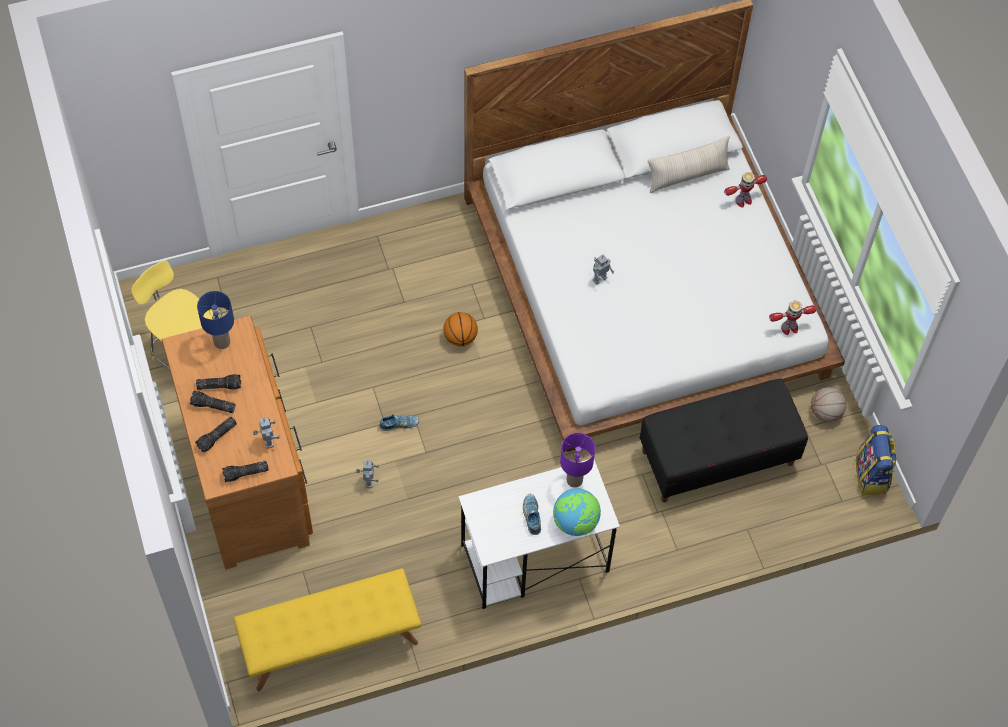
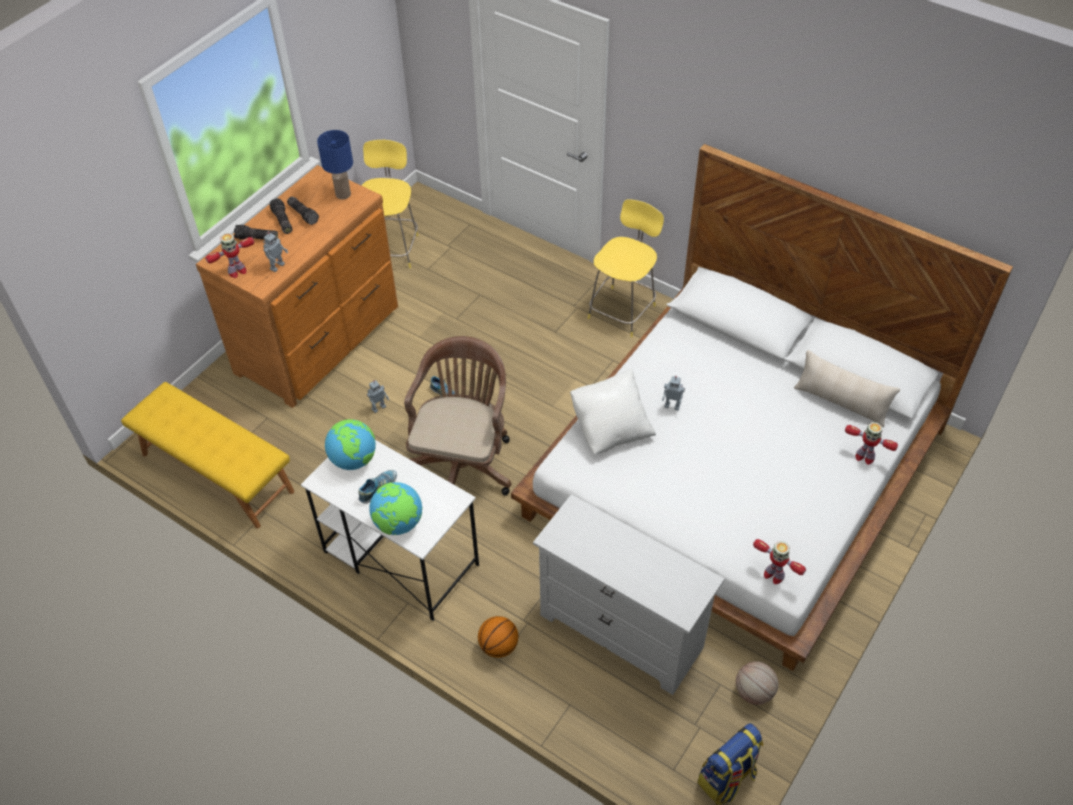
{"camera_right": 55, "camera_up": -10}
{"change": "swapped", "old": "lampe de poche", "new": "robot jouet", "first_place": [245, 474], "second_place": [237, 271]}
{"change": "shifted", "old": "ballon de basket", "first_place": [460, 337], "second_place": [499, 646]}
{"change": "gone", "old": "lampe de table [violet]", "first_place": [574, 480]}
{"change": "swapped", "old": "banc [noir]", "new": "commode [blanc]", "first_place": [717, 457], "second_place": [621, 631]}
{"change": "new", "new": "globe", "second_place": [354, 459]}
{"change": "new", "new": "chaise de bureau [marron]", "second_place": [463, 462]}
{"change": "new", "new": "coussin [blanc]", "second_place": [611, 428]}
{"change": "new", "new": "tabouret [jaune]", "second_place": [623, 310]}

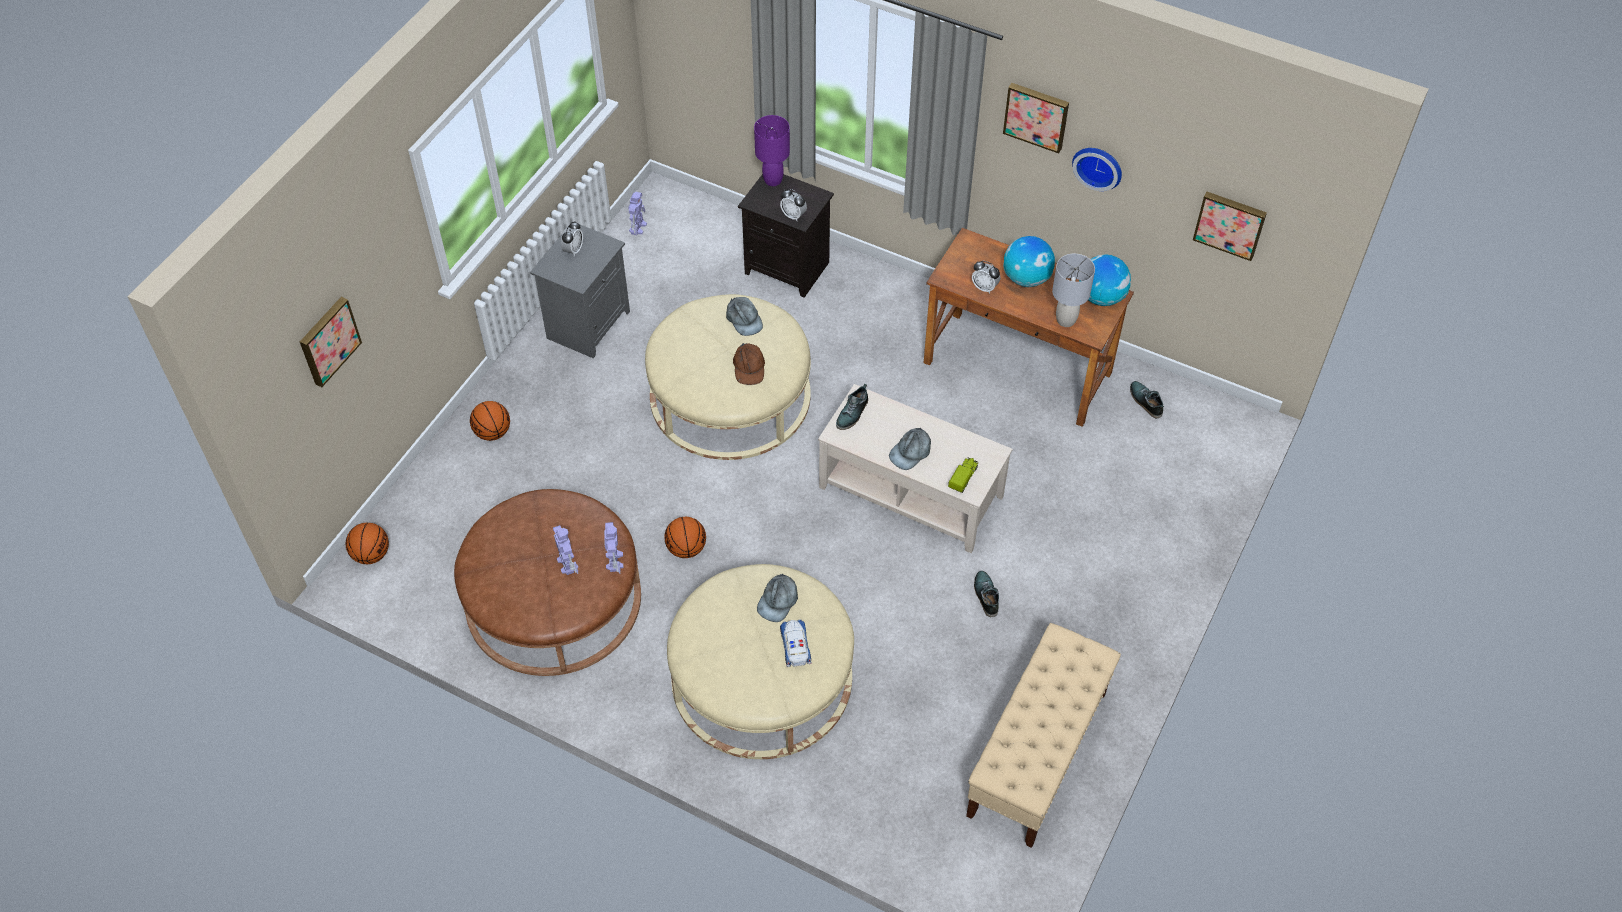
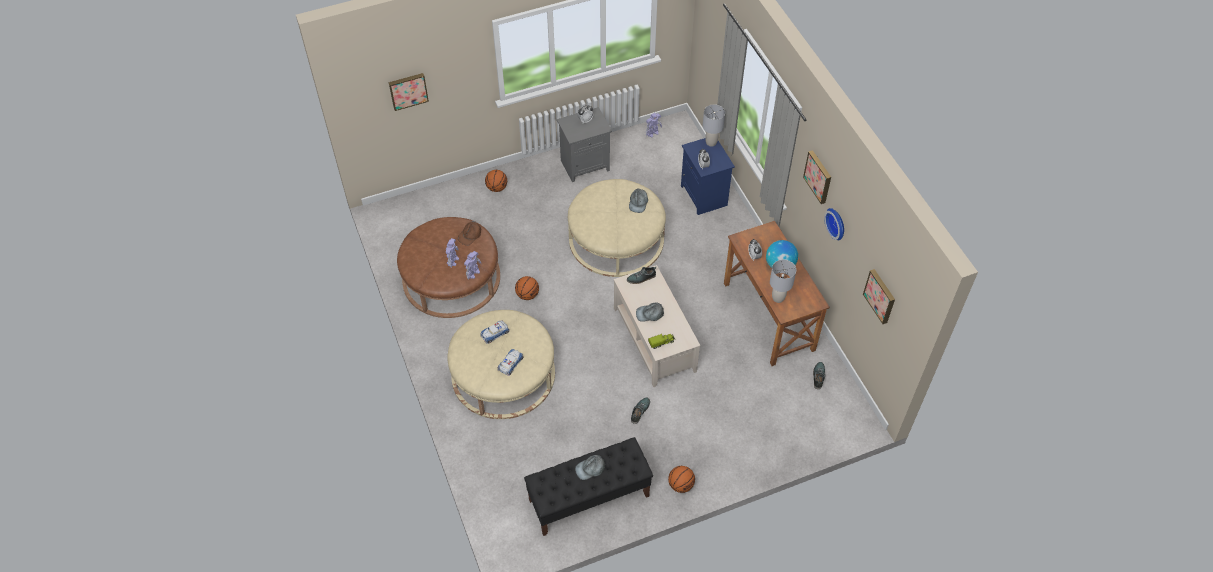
{"camera_right": 40, "camera_up": 0}
{"change": "shifted", "old": "ballon de basket", "first_place": [371, 554], "second_place": [681, 485]}
{"change": "shifted", "old": "casquette [marron]", "first_place": [749, 367], "second_place": [470, 235]}
{"change": "repainted", "old": "table de chevet [noir]", "new": "table de chevet [bleu]", "first_place": [788, 267], "second_place": [705, 196]}
{"change": "repainted", "old": "lampe de table [violet]", "new": "lampe de table [gris]", "first_place": [772, 180], "second_place": [711, 142]}
{"change": "shifted", "old": "casquette [gris]", "first_place": [778, 600], "second_place": [590, 468]}
{"change": "repainted", "old": "banc [beige]", "new": "banc [noir]", "first_place": [1037, 754], "second_place": [588, 498]}
{"change": "gone", "old": "globe", "first_place": [1101, 297]}
{"change": "new", "new": "petite voiture", "second_place": [495, 333]}

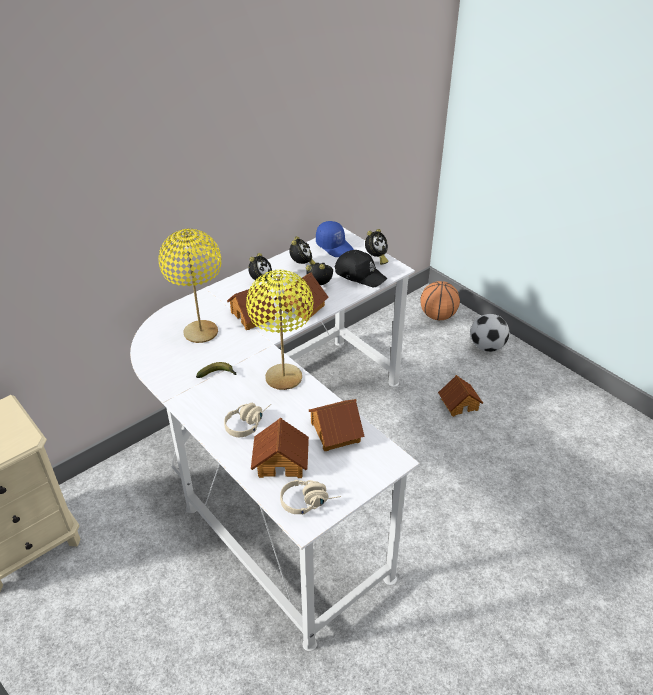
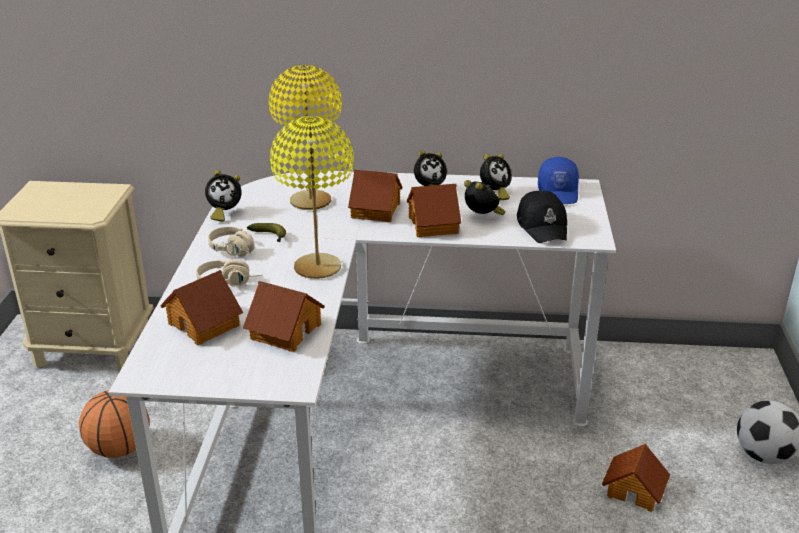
{"camera_right": 45, "camera_up": -10}
{"change": "shifted", "old": "casque audio [beige]", "first_place": [310, 501], "second_place": [237, 251]}
{"change": "shifted", "old": "réveil", "first_place": [376, 258], "second_place": [224, 213]}
{"change": "shifted", "old": "ballon de basket", "first_place": [438, 316], "second_place": [119, 449]}

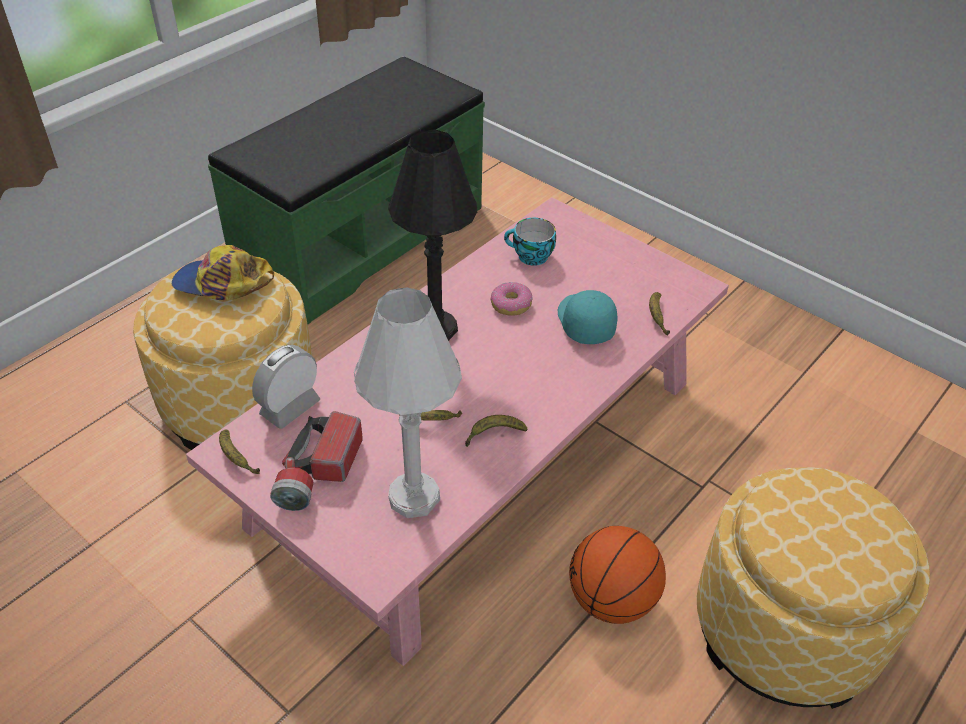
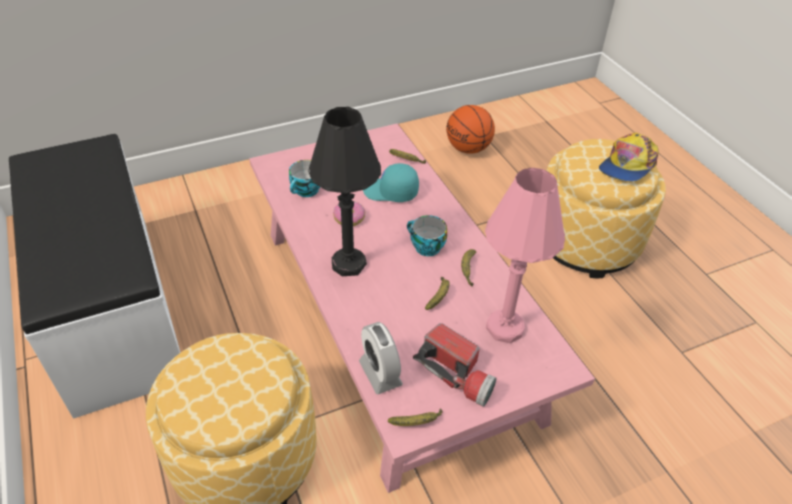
{"camera_right": -65, "camera_up": 0}
{"change": "shifted", "old": "casquette", "first_place": [222, 284], "second_place": [627, 165]}
{"change": "repainted", "old": "banc [vert]", "new": "banc [blanc]", "first_place": [360, 239], "second_place": [112, 310]}
{"change": "repainted", "old": "lampe de table [blanc]", "new": "lampe de table [rose]", "first_place": [414, 497], "second_place": [504, 328]}
{"change": "shifted", "old": "ballon de basket", "first_place": [611, 600], "second_place": [468, 149]}
{"change": "new", "new": "tasse", "second_place": [425, 247]}

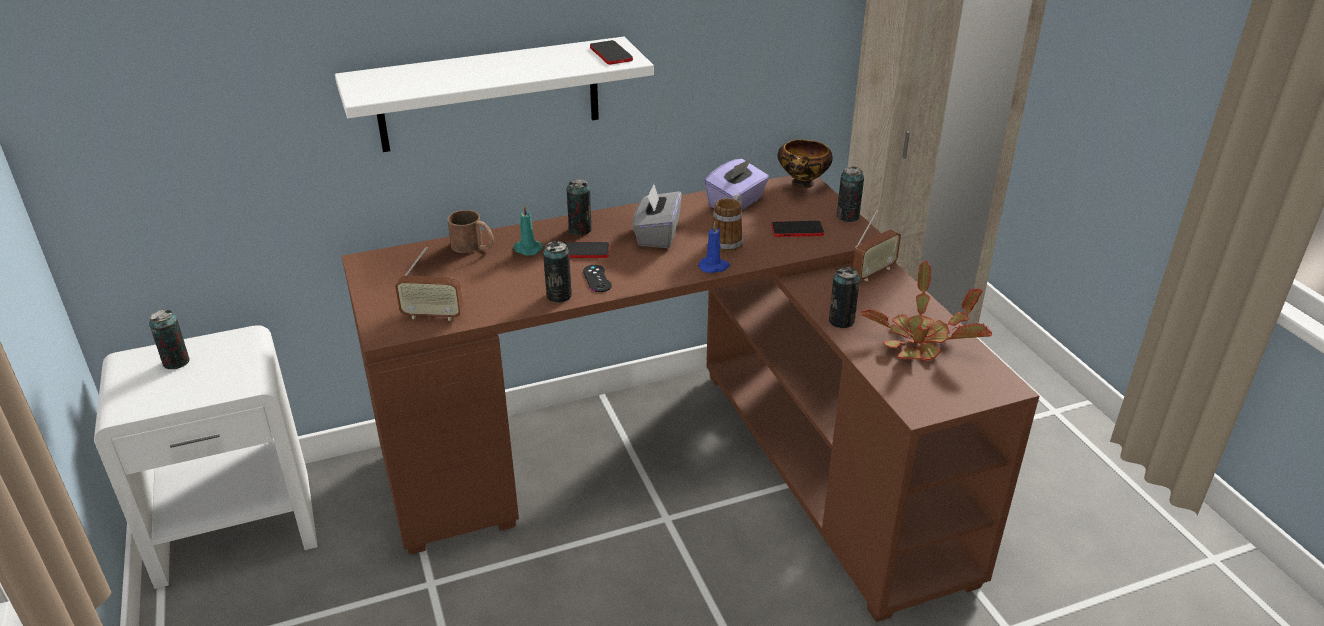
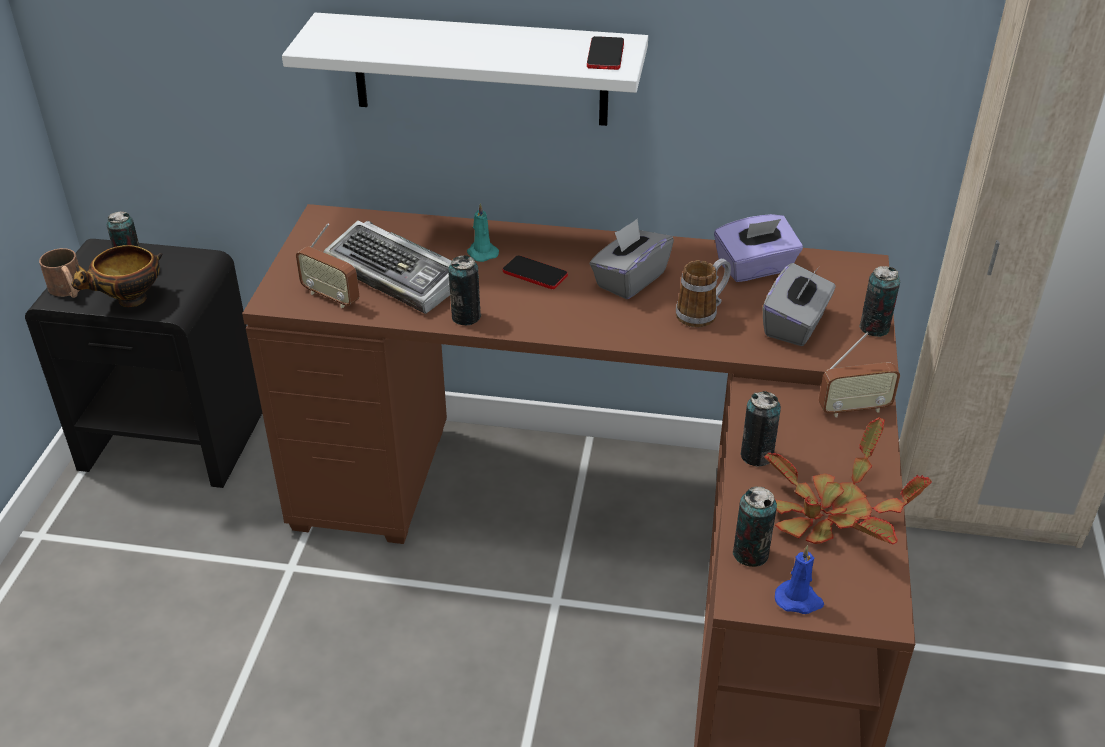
{"camera_right": 30, "camera_up": 5}
{"change": "repainted", "old": "table de chevet [blanc]", "new": "table de chevet [noir]", "first_place": [237, 526], "second_place": [174, 440]}
{"change": "shifted", "old": "mug [marron]", "first_place": [474, 246], "second_place": [69, 290]}
{"change": "shifted", "old": "boîte métallique", "first_place": [580, 230], "second_place": [750, 554]}
{"change": "gone", "old": "manette [noir]", "first_place": [597, 279]}
{"change": "shifted", "old": "bougie [bleu]", "first_place": [714, 267], "second_place": [799, 600]}
{"change": "swapped", "old": "téléphone", "new": "boîte à mouchoirs [gris]", "first_place": [797, 230], "second_place": [795, 325]}
{"change": "shifted", "old": "bol", "first_place": [803, 184], "second_place": [129, 301]}
{"change": "new", "new": "clavier", "second_place": [398, 275]}

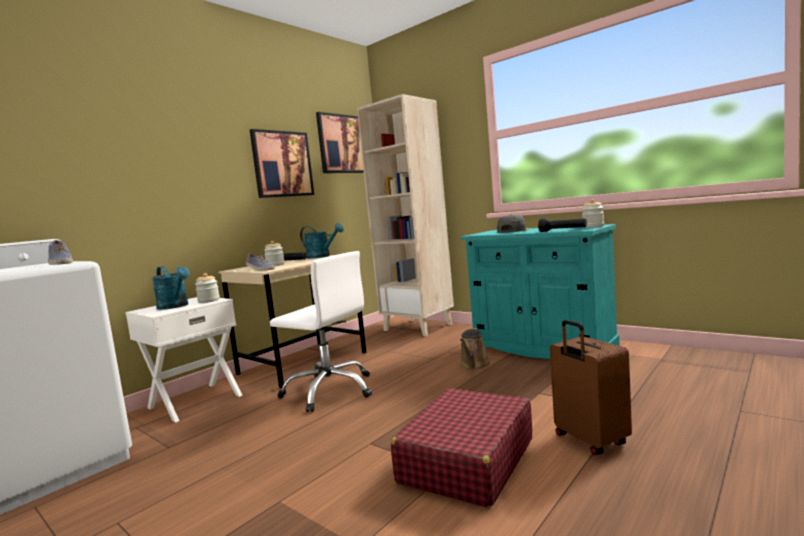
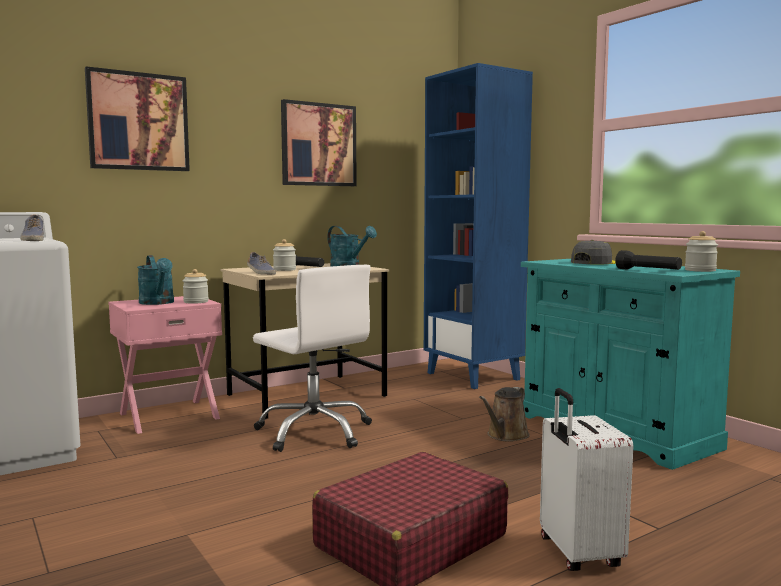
{"camera_right": 15, "camera_up": 0}
{"change": "repainted", "old": "table de chevet [blanc]", "new": "table de chevet [rose]", "first_place": [194, 401], "second_place": [168, 415]}
{"change": "shifted", "old": "tableau", "first_place": [341, 144], "second_place": [138, 122]}
{"change": "repainted", "old": "bibliothèque [beige]", "new": "bibliothèque [bleu]", "first_place": [418, 327], "second_place": [474, 376]}
{"change": "repainted", "old": "valise [marron]", "new": "valise [blanc]", "first_place": [589, 441], "second_place": [577, 554]}

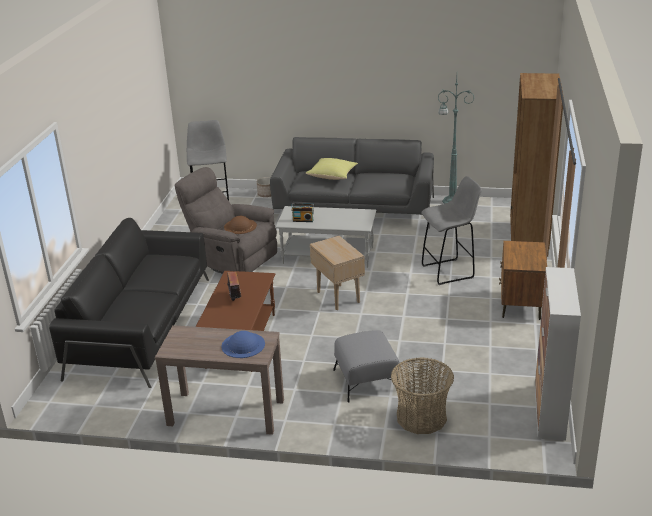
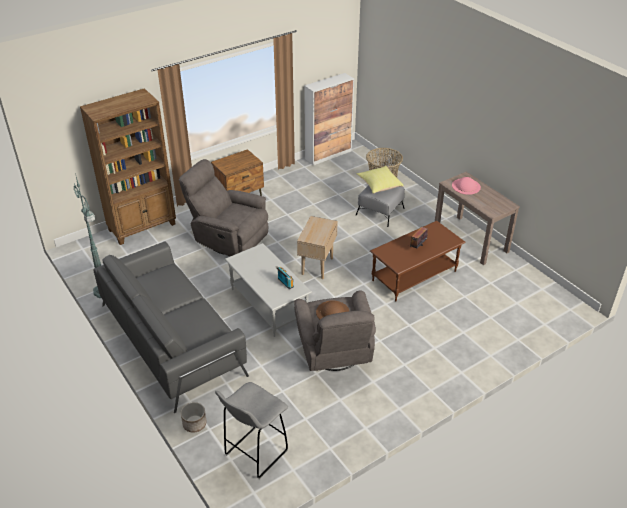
{"camera_right": -135, "camera_up": 10}
{"change": "gone", "old": "canapé [noir]", "first_place": [141, 326]}
{"change": "repainted", "old": "chapeau [bleu]", "new": "chapeau [rose]", "first_place": [243, 345], "second_place": [466, 186]}
{"change": "shifted", "old": "coussin [jaune]", "first_place": [333, 176], "second_place": [379, 186]}
{"change": "swapped", "old": "tabouret [gris]", "new": "fauteuil [gris]", "first_place": [449, 271], "second_place": [228, 238]}

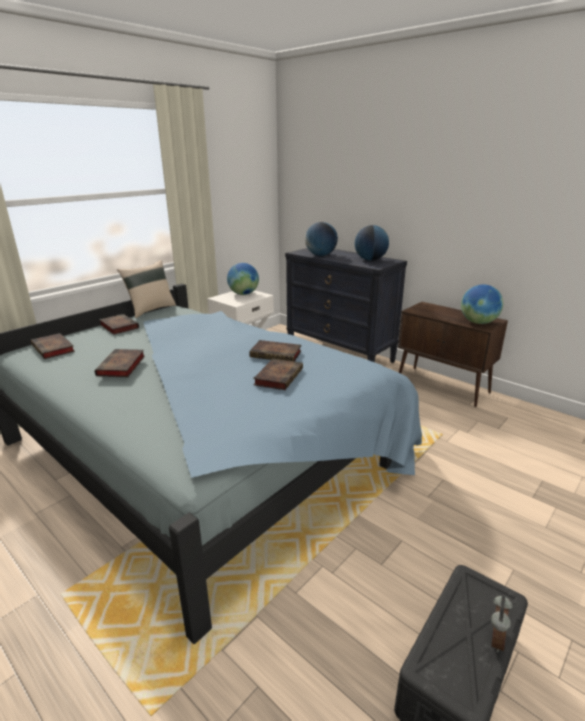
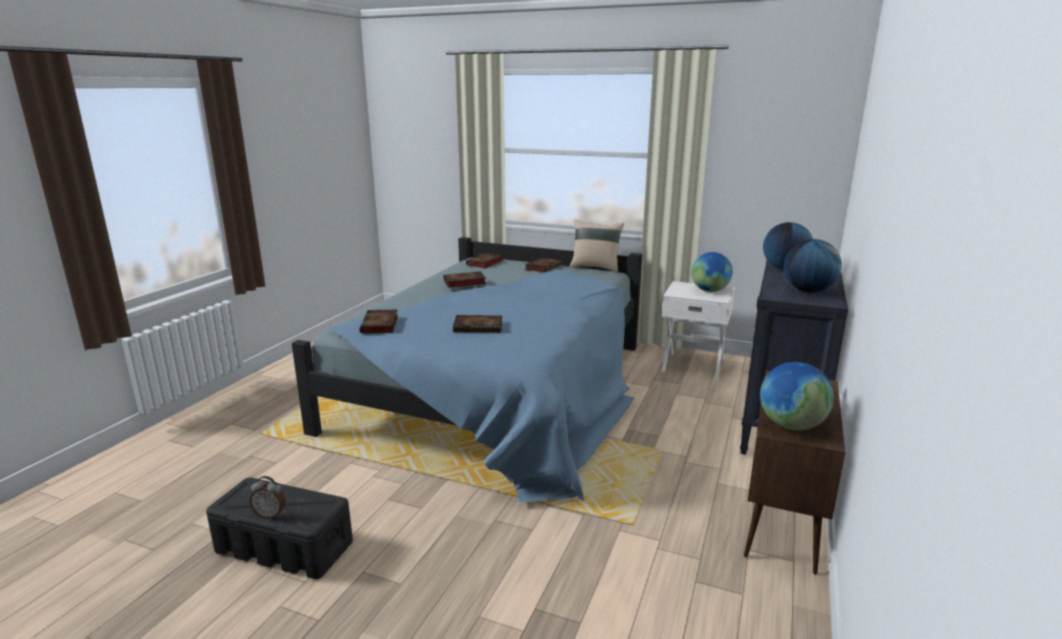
{"camera_right": 70, "camera_up": -5}
{"change": "shifted", "old": "livre", "first_place": [277, 354], "second_place": [380, 325]}

